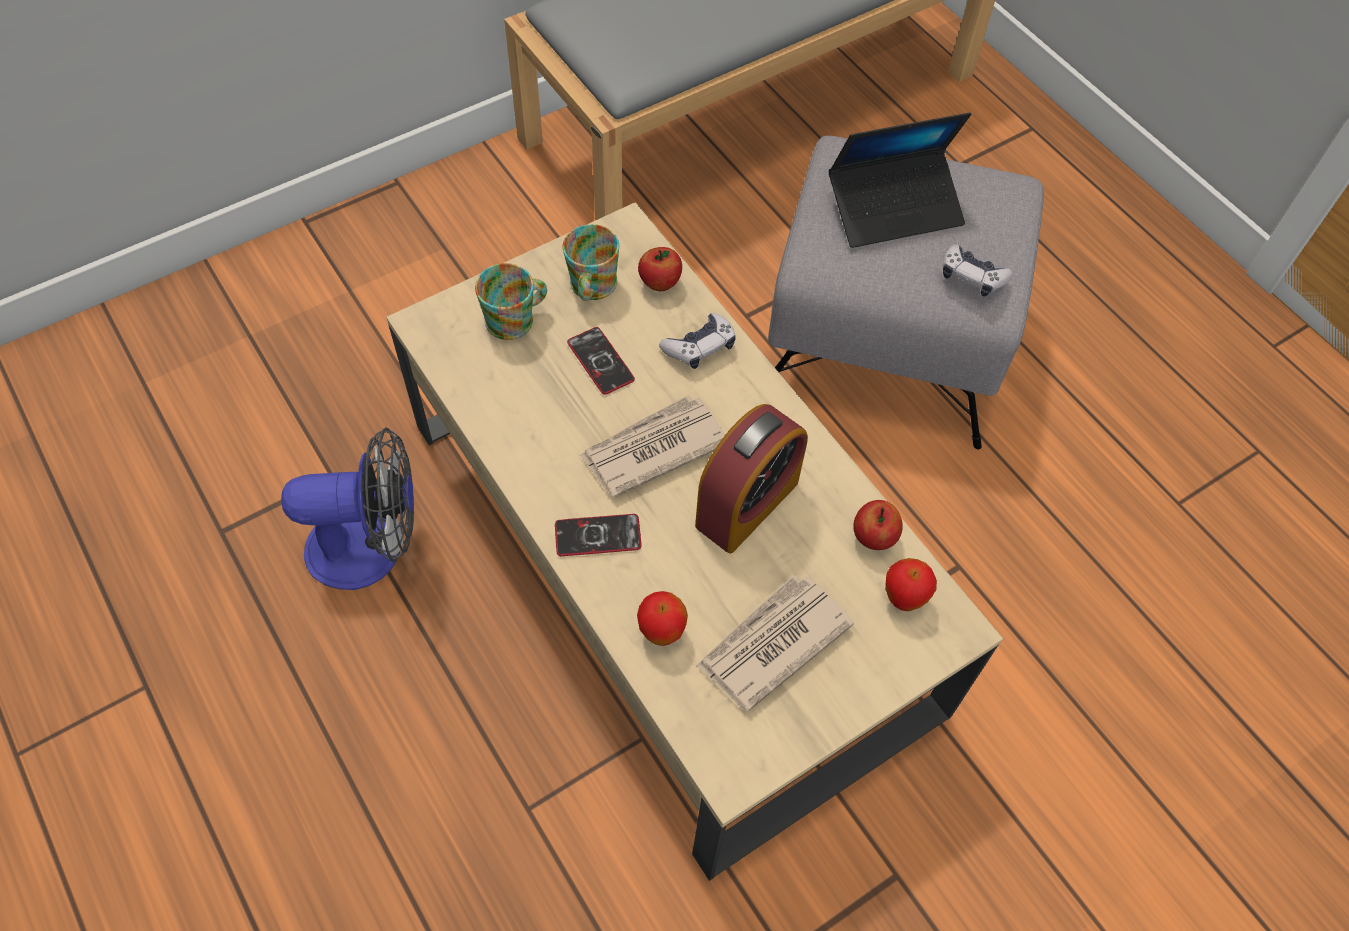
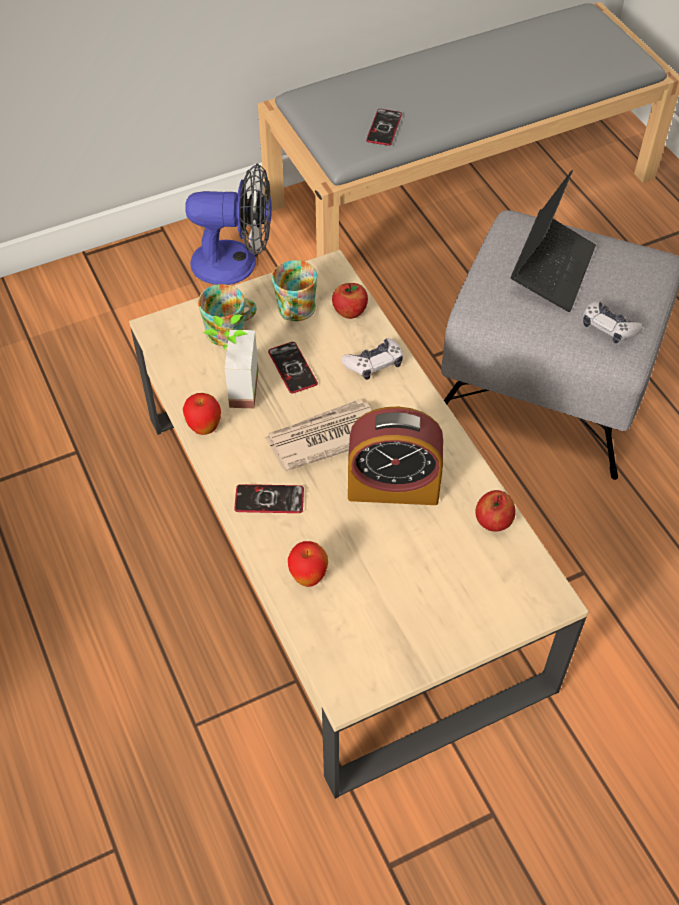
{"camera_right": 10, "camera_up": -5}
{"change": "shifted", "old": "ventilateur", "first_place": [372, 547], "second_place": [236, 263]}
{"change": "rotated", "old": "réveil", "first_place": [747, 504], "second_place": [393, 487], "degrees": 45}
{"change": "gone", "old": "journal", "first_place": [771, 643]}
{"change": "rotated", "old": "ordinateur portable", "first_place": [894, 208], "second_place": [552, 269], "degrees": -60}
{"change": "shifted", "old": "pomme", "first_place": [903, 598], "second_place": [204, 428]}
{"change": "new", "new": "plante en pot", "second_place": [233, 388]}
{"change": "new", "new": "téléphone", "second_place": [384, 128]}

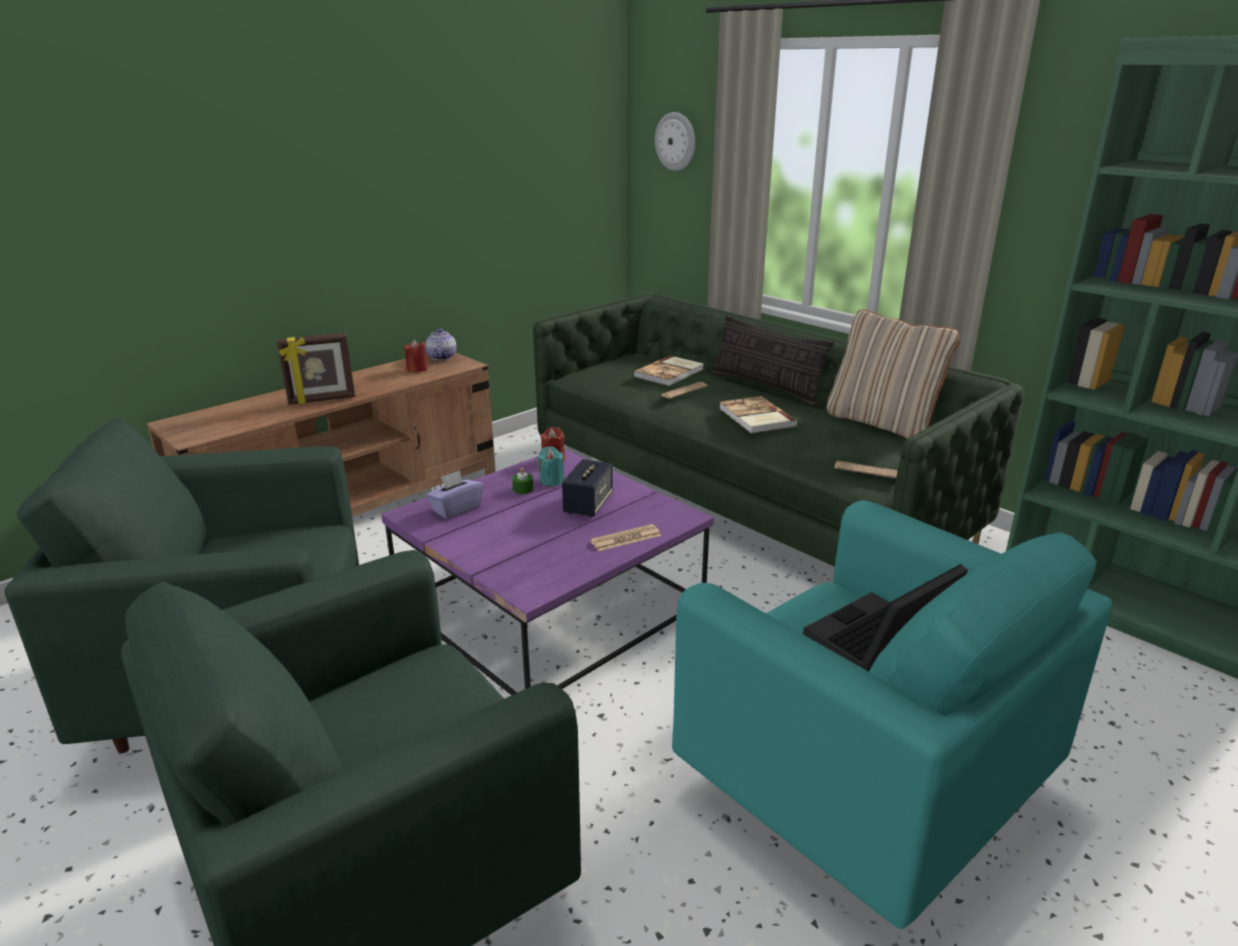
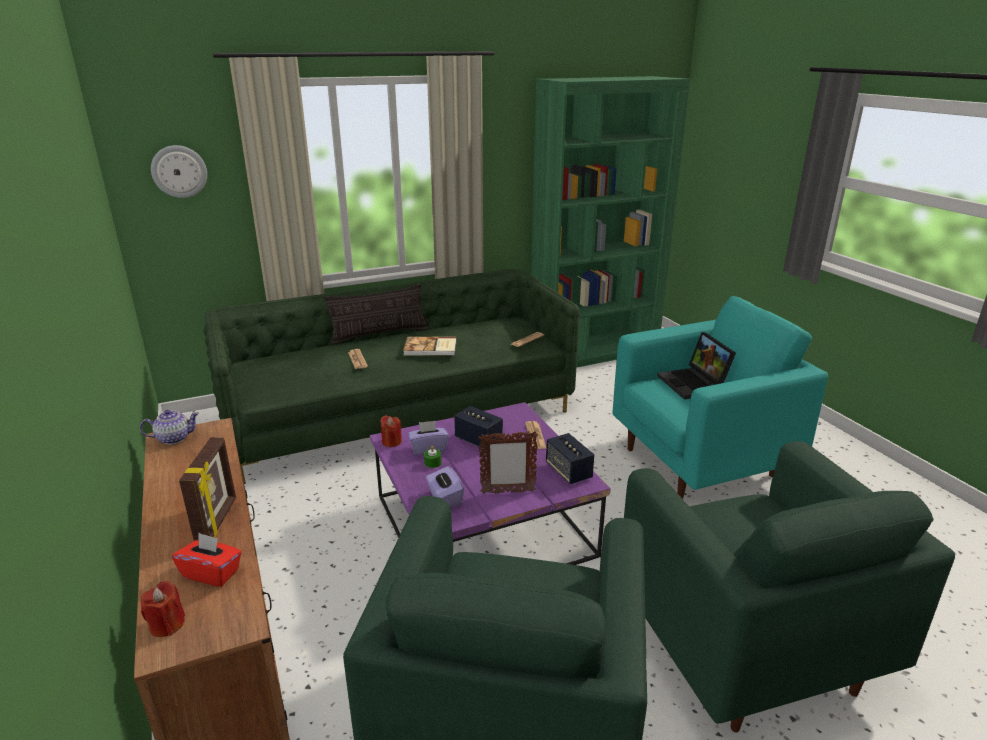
{"camera_right": -70, "camera_up": 0}
{"change": "shifted", "old": "bougie [rouge]", "first_place": [417, 369], "second_place": [167, 624]}
{"change": "rotated", "old": "théière", "first_place": [441, 357], "second_place": [173, 438], "degrees": 150}
{"change": "swapped", "old": "bougie [turquoise]", "new": "boîte à mouchoirs [violet]", "first_place": [551, 481], "second_place": [428, 448]}
{"change": "gone", "old": "livre", "first_place": [670, 373]}
{"change": "gone", "old": "coussin [beige]", "first_place": [882, 424]}
{"change": "new", "new": "boîte à mouchoirs [rouge]", "second_place": [212, 573]}
{"change": "new", "new": "cadre photo", "second_place": [507, 492]}
{"change": "new", "new": "enceinte", "second_place": [568, 471]}

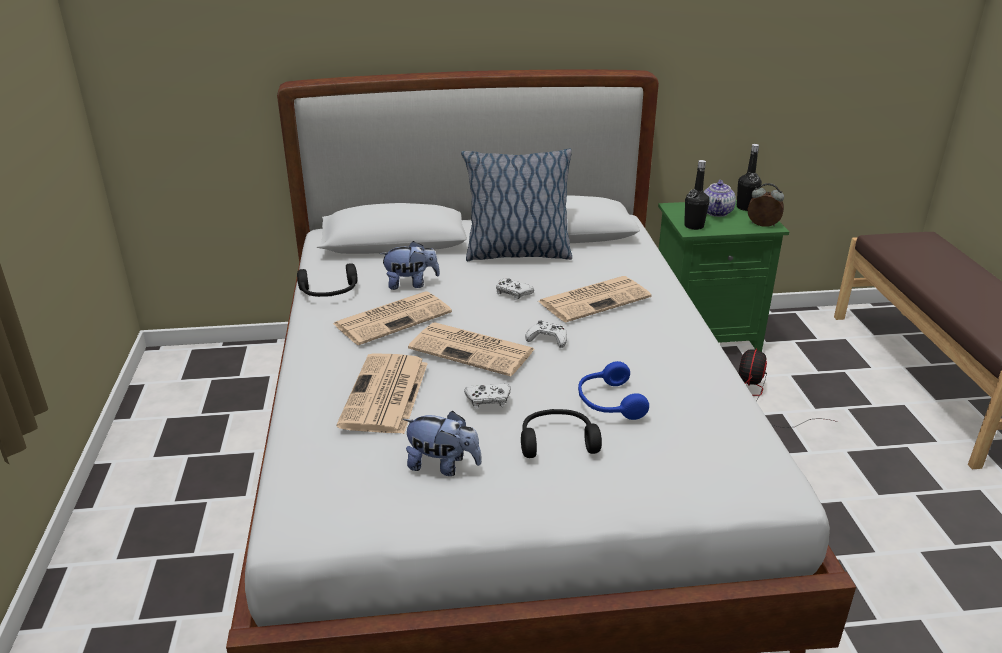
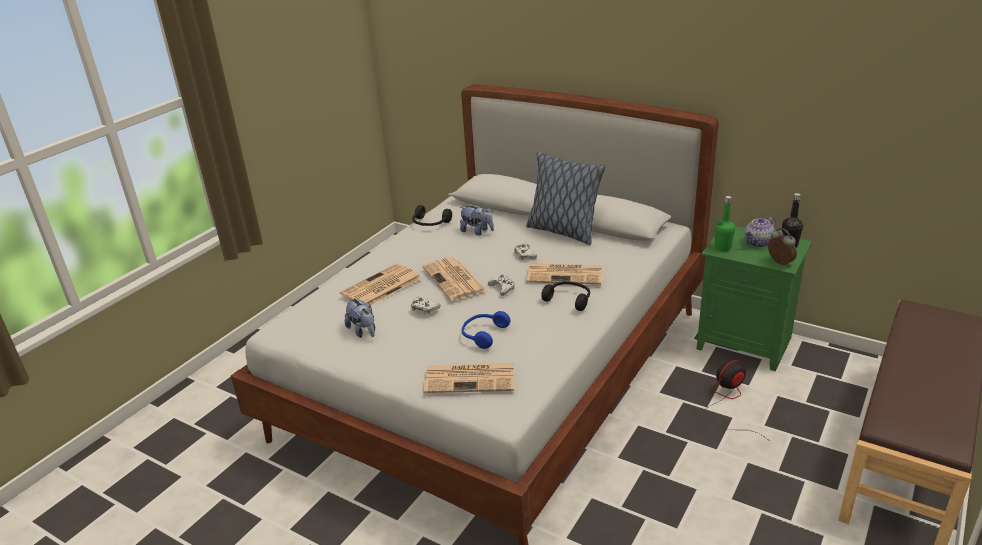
{"camera_right": 40, "camera_up": 0}
{"change": "shifted", "old": "journal", "first_place": [393, 318], "second_place": [471, 378]}
{"change": "shifted", "old": "casque audio [noir]", "first_place": [557, 441], "second_place": [569, 299]}
{"change": "repainted", "old": "bouteille [noir]", "new": "bouteille [vert]", "first_place": [694, 226], "second_place": [722, 248]}

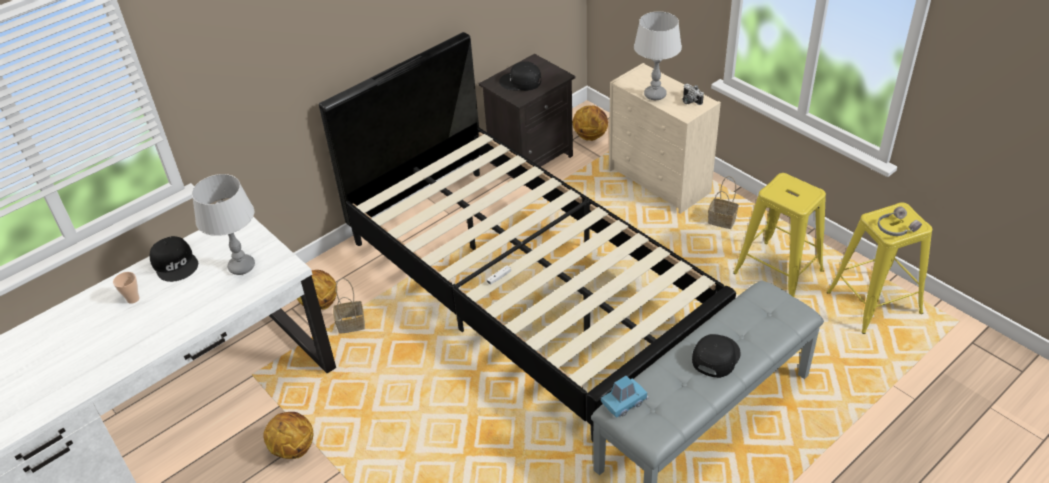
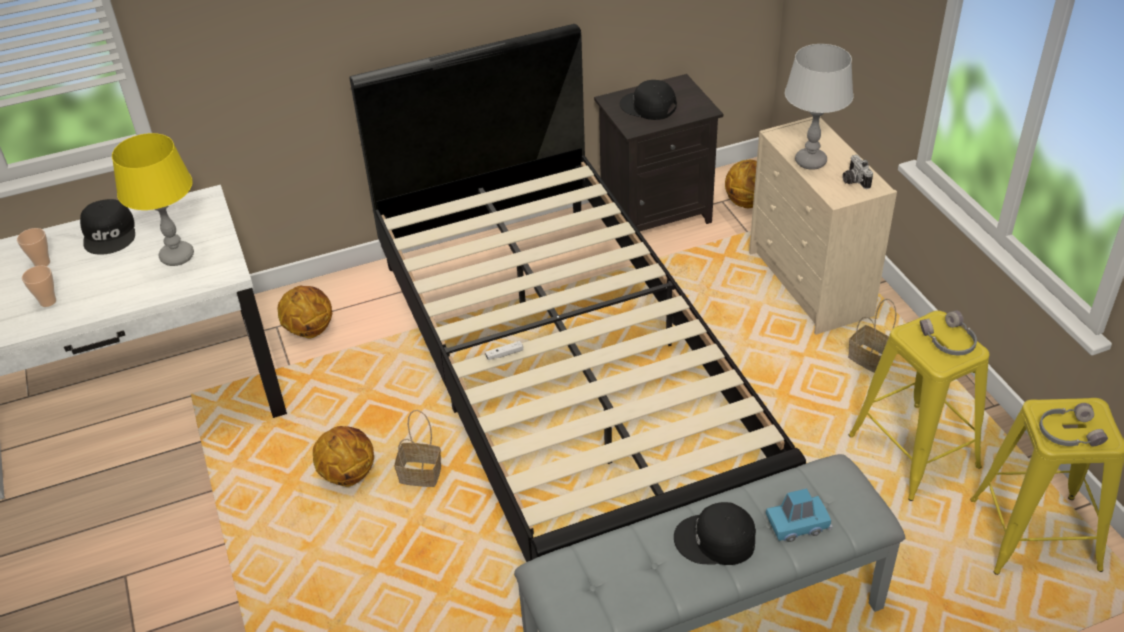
{"camera_right": 20, "camera_up": 0}
{"change": "repainted", "old": "lampe de table [gris]", "new": "lampe de table [jaune]", "first_place": [241, 267], "second_place": [177, 256]}
{"change": "shifted", "old": "ballon de basket", "first_place": [293, 448], "second_place": [348, 474]}
{"change": "shifted", "old": "panier", "first_place": [352, 324], "second_place": [422, 475]}
{"change": "shifted", "old": "petite voiture [bleu]", "first_place": [624, 402], "second_place": [797, 524]}
{"change": "rotated", "old": "casquette [noir]", "first_place": [715, 356], "second_place": [715, 541], "degrees": -135}
{"change": "new", "new": "tasse", "second_place": [48, 301]}
{"change": "new", "new": "casque audio [gris]", "second_place": [948, 341]}

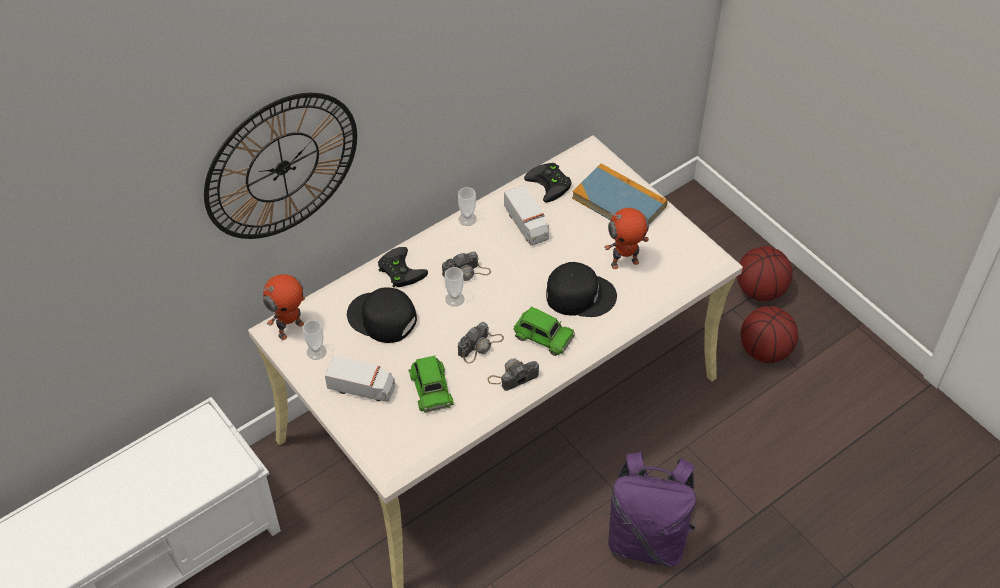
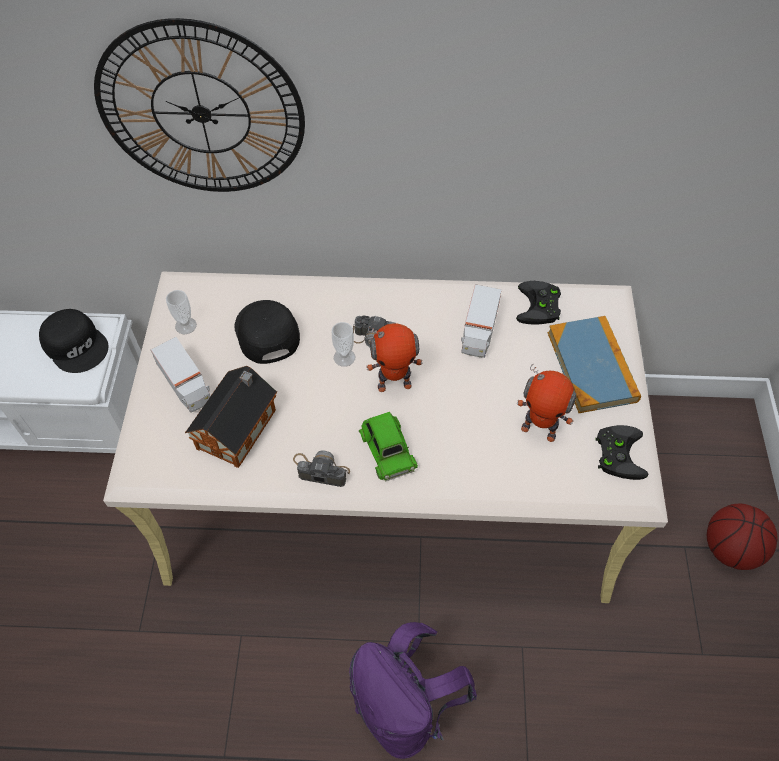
{"camera_right": 40, "camera_up": 5}
{"change": "shifted", "old": "robot jouet", "first_place": [290, 328], "second_place": [394, 384]}
{"change": "shifted", "old": "manette [noir]", "first_place": [399, 270], "second_place": [617, 452]}
{"change": "swapped", "old": "petite voiture [vert]", "new": "maison miniature", "first_place": [430, 388], "second_place": [239, 426]}
{"change": "gone", "old": "tasse", "first_place": [467, 219]}
{"change": "gone", "old": "appareil photo", "first_place": [480, 346]}
{"change": "shifted", "old": "casquette [noir]", "first_place": [579, 294], "second_place": [76, 344]}
{"change": "gone", "old": "ballon de basket", "first_place": [765, 351]}

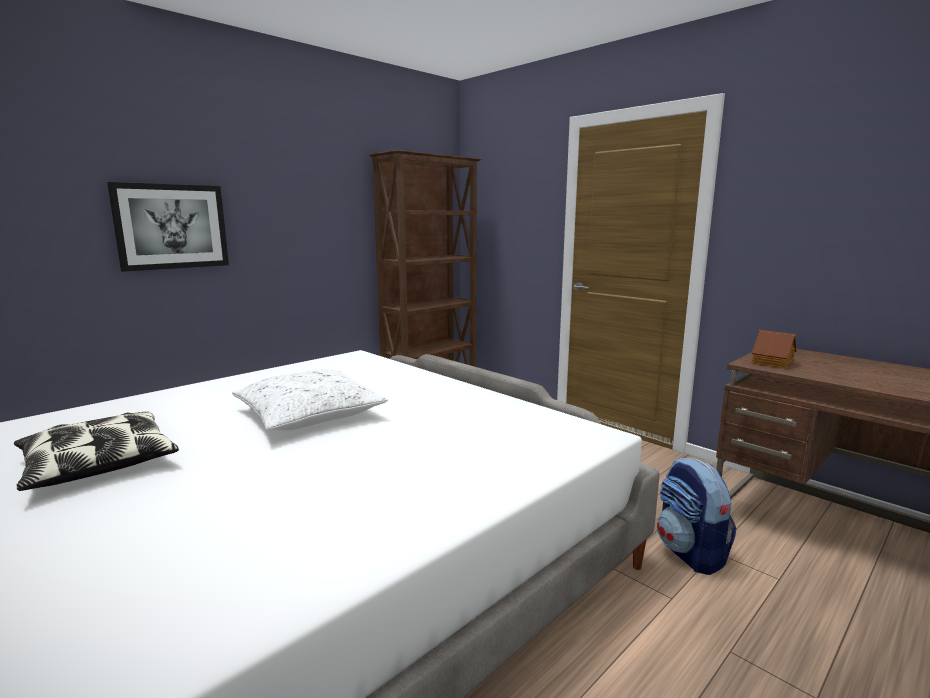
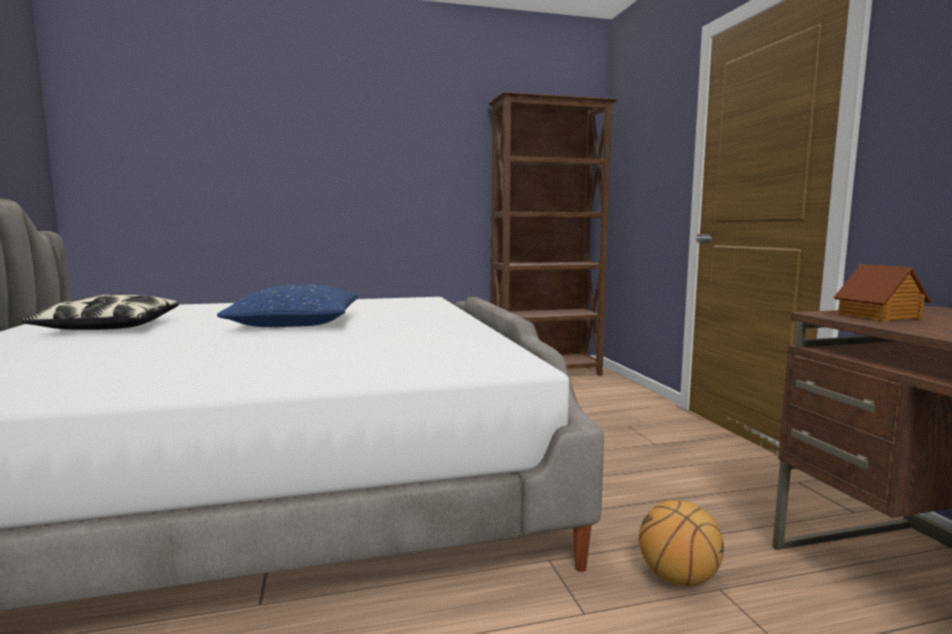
{"camera_right": 30, "camera_up": -5}
{"change": "gone", "old": "tableau", "first_place": [171, 226]}
{"change": "repainted", "old": "coussin [blanc]", "new": "coussin [bleu]", "first_place": [309, 414], "second_place": [295, 323]}
{"change": "swapped", "old": "sac à dos", "new": "ballon de basket", "first_place": [690, 553], "second_place": [678, 578]}

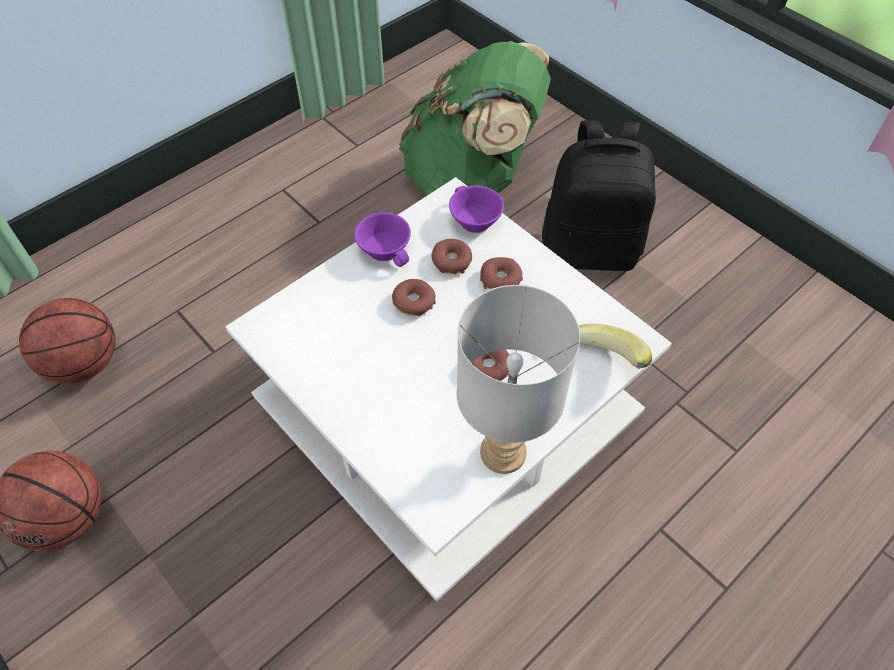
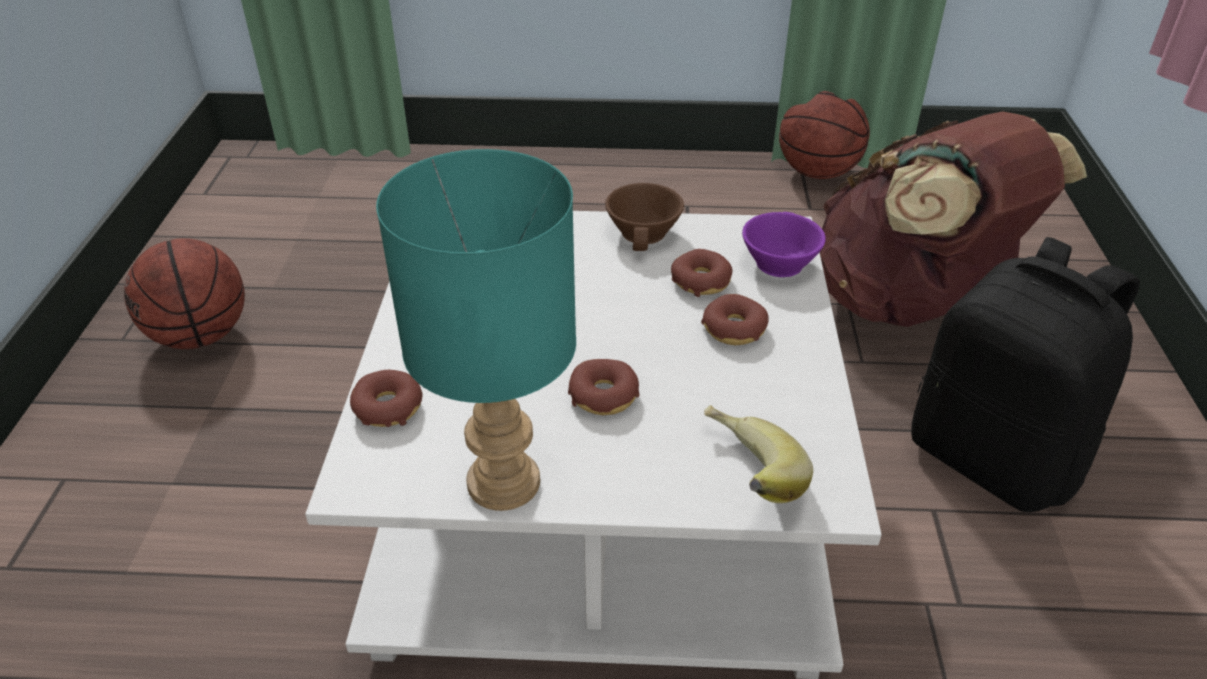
{"camera_right": 45, "camera_up": -15}
{"change": "shifted", "old": "ballon de basket", "first_place": [83, 364], "second_place": [817, 172]}
{"change": "repainted", "old": "tasse [violet]", "new": "tasse [marron]", "first_place": [387, 249], "second_place": [646, 233]}
{"change": "shifted", "old": "beignet", "first_place": [413, 302], "second_place": [388, 407]}
{"change": "repainted", "old": "sac à dos [vert]", "new": "sac à dos [marron]", "first_place": [472, 180], "second_place": [910, 304]}
{"change": "repainted", "old": "lampe de table [gris]", "new": "lampe de table [turquoise]", "first_place": [504, 454], "second_place": [504, 485]}

